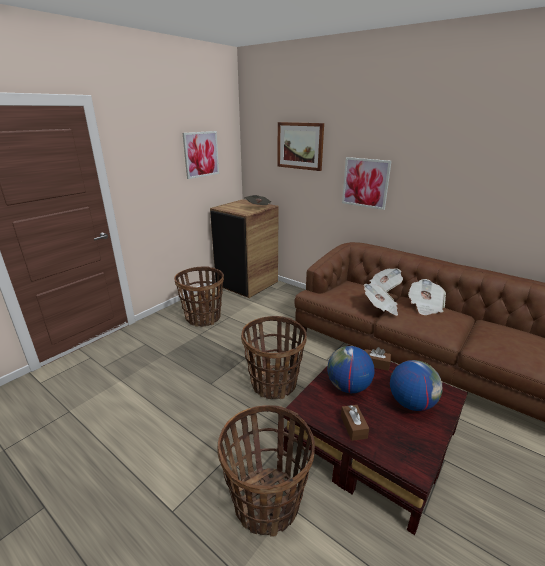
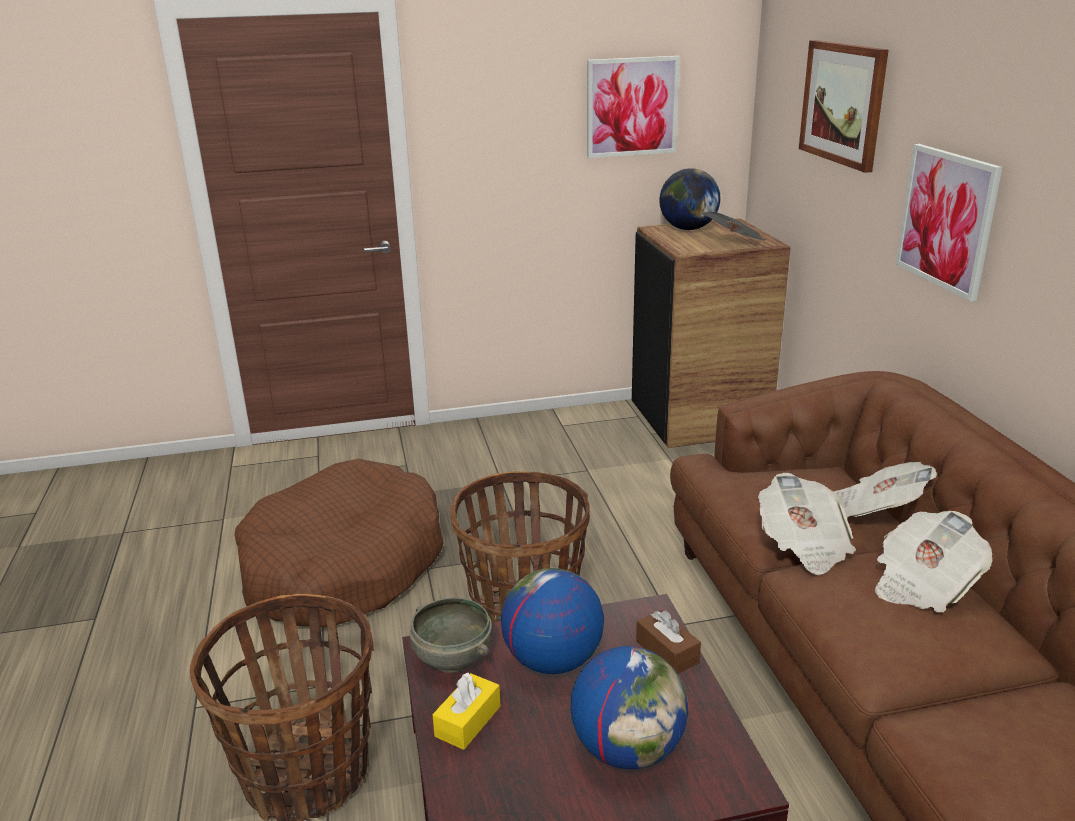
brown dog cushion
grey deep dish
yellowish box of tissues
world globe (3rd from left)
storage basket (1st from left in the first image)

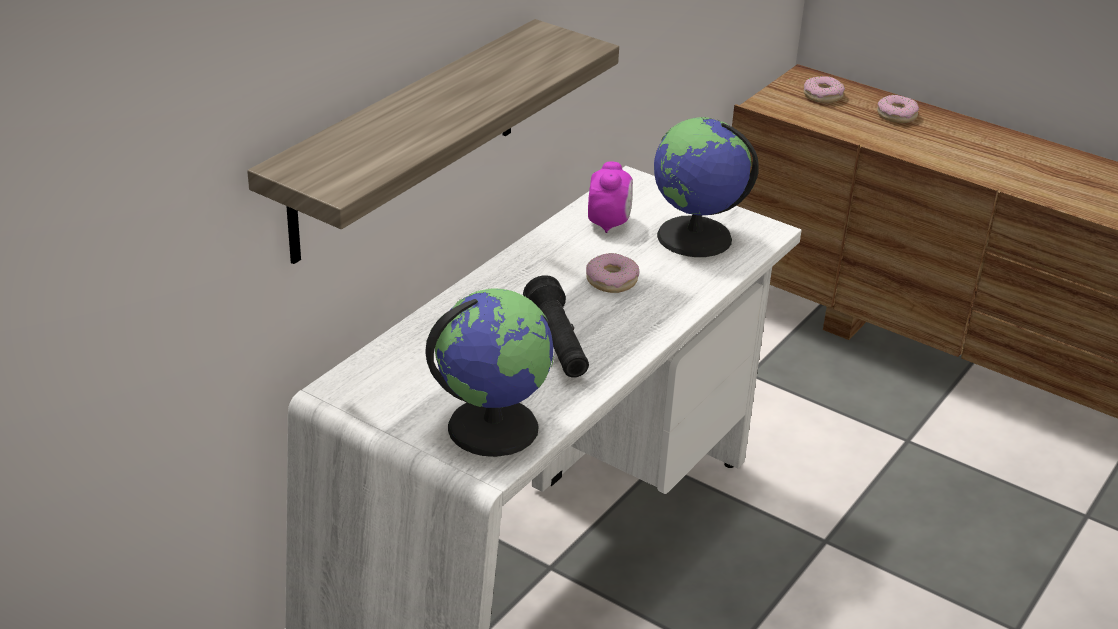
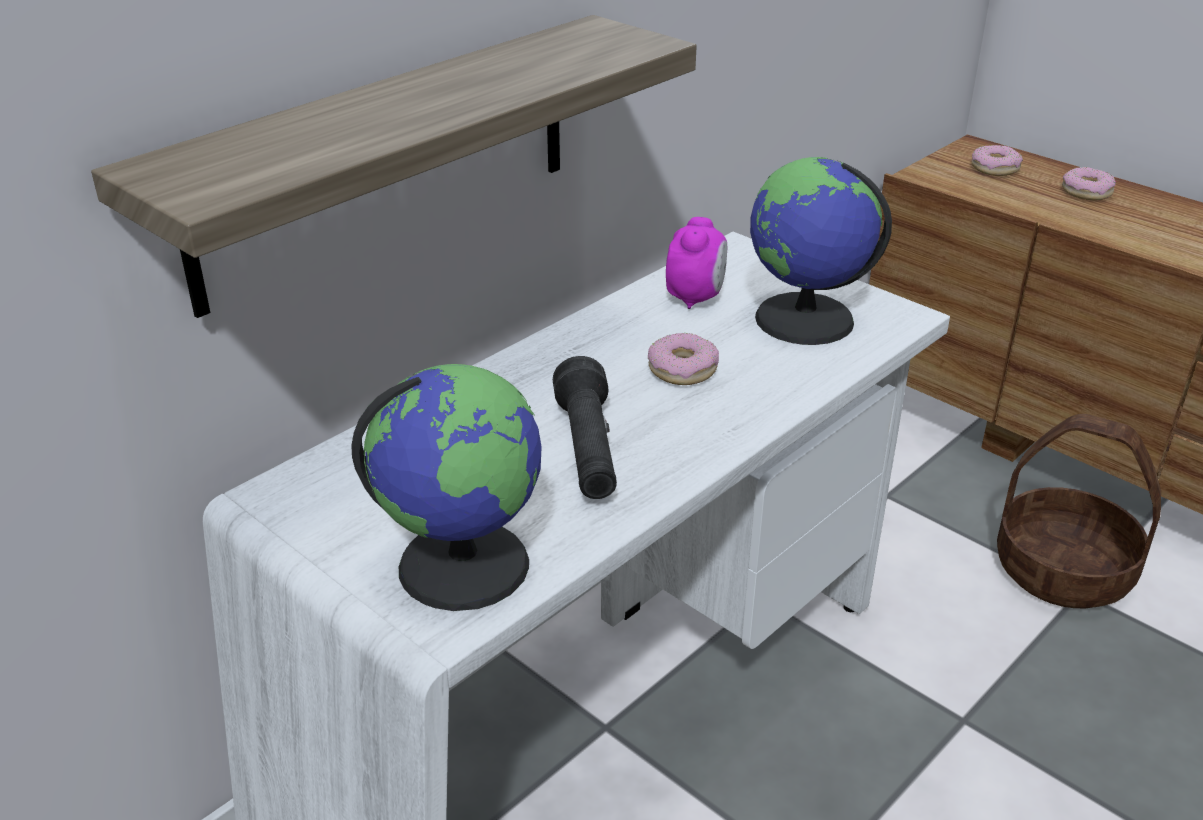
storage basket

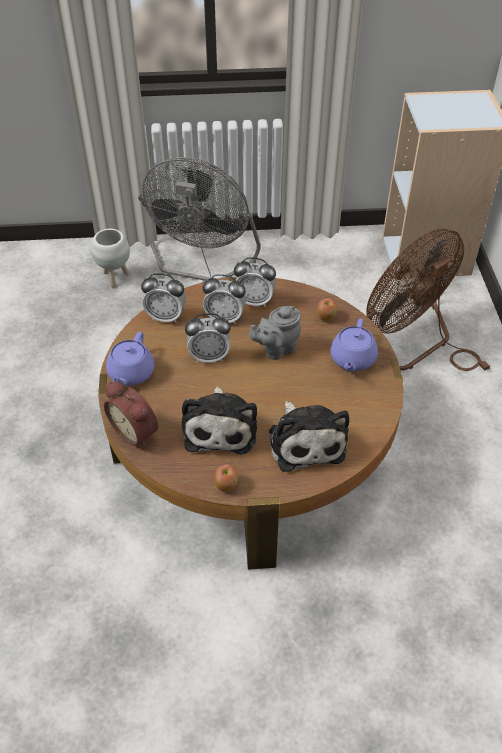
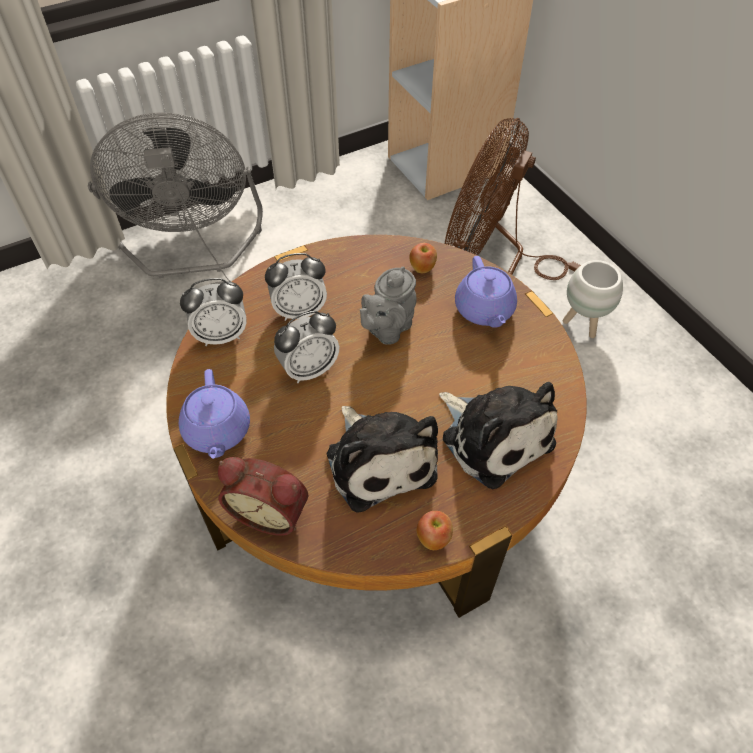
white-coloured planter
alarm clock (5th from left in the first image)

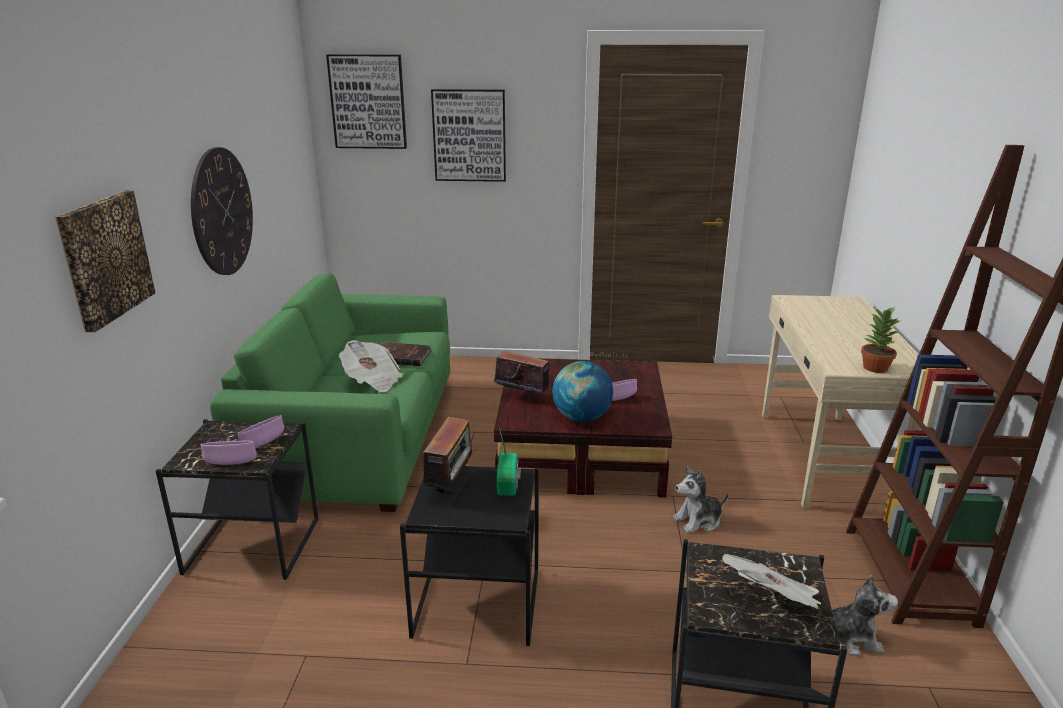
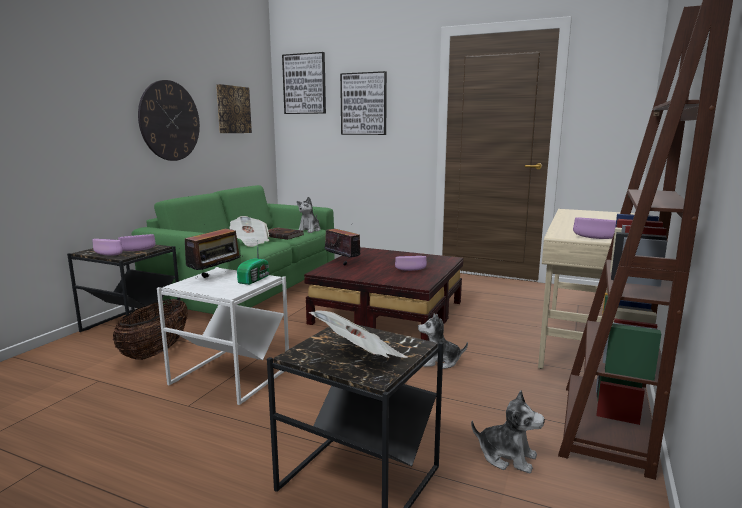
storage basket
white-coloured side table
picture (1st from left)
cuddly toy (1st from left)
purple deep dish (4th from left)
world globe

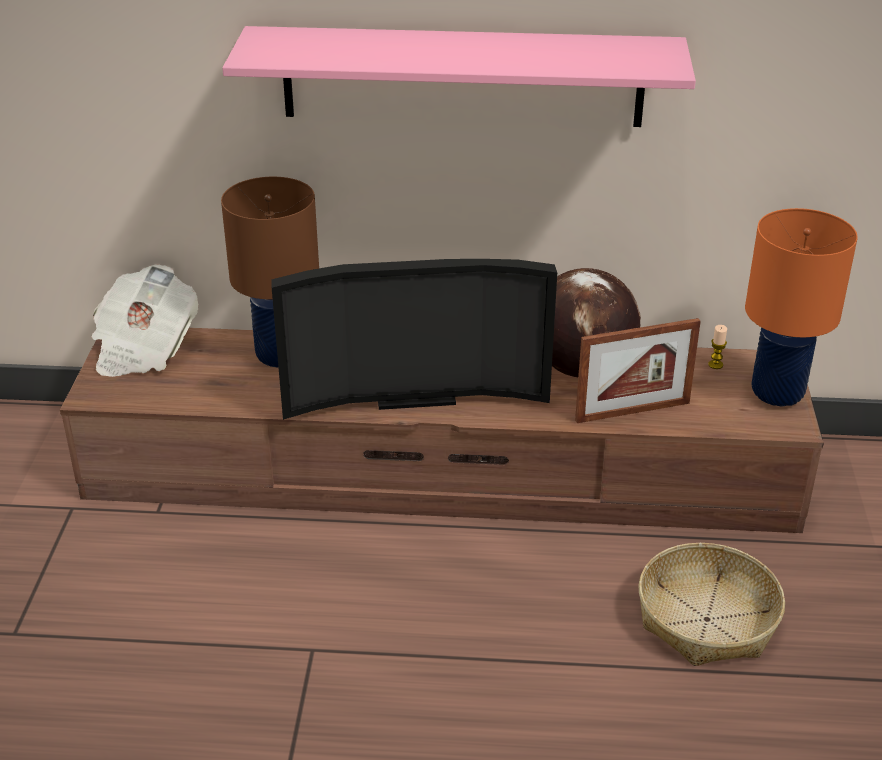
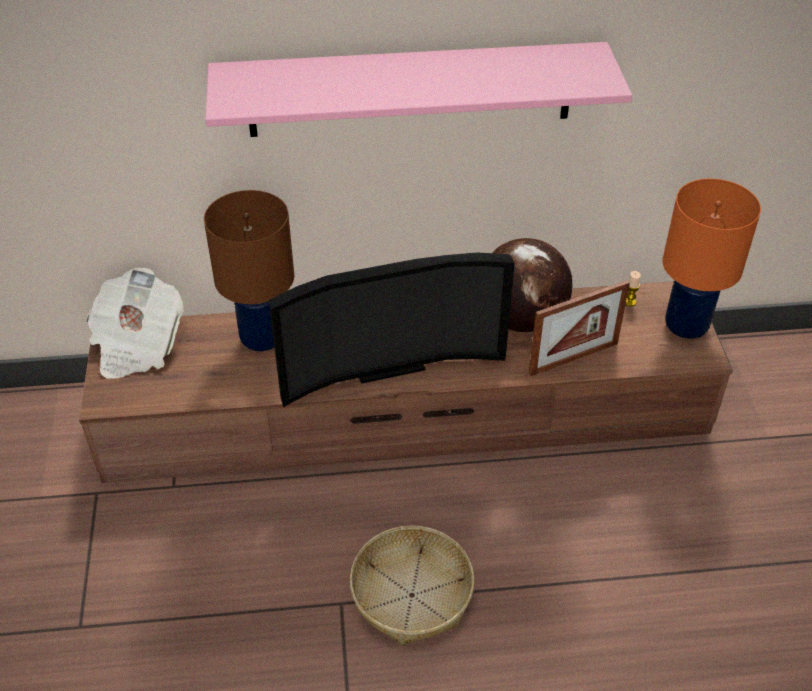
storage basket

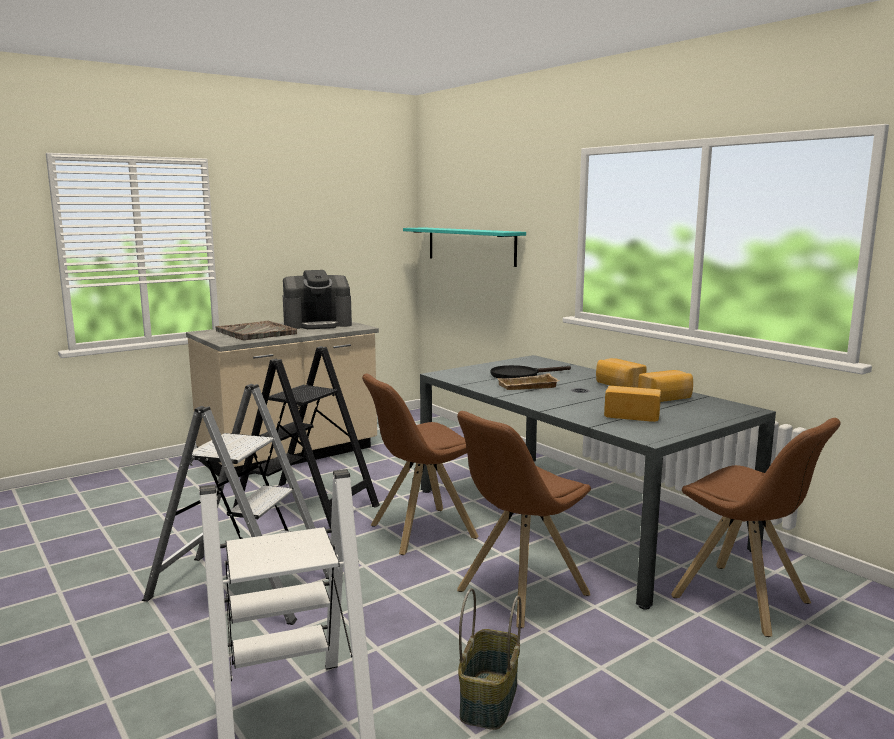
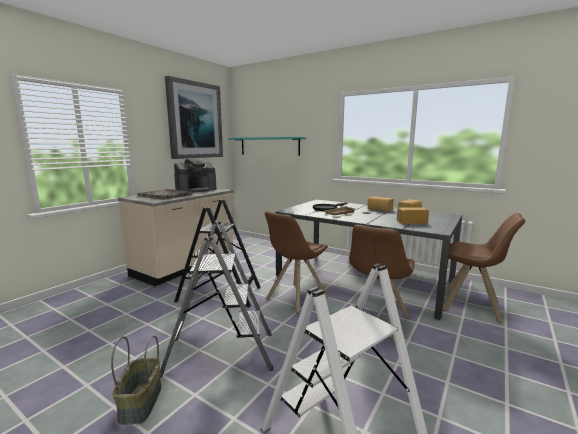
storage basket
picture

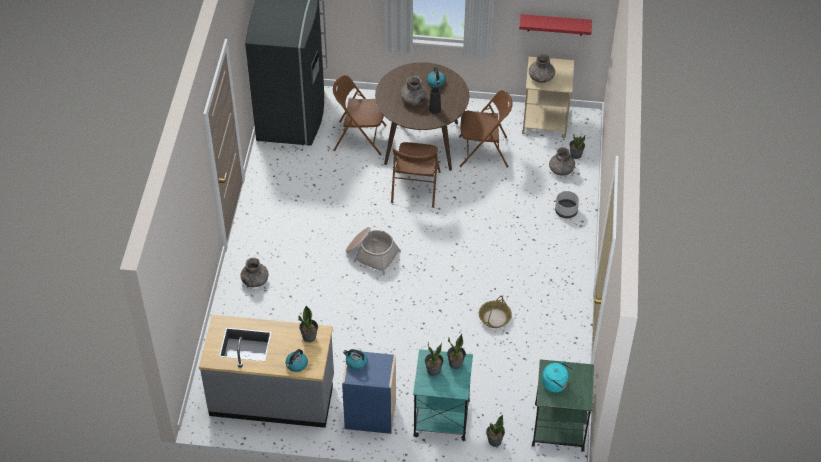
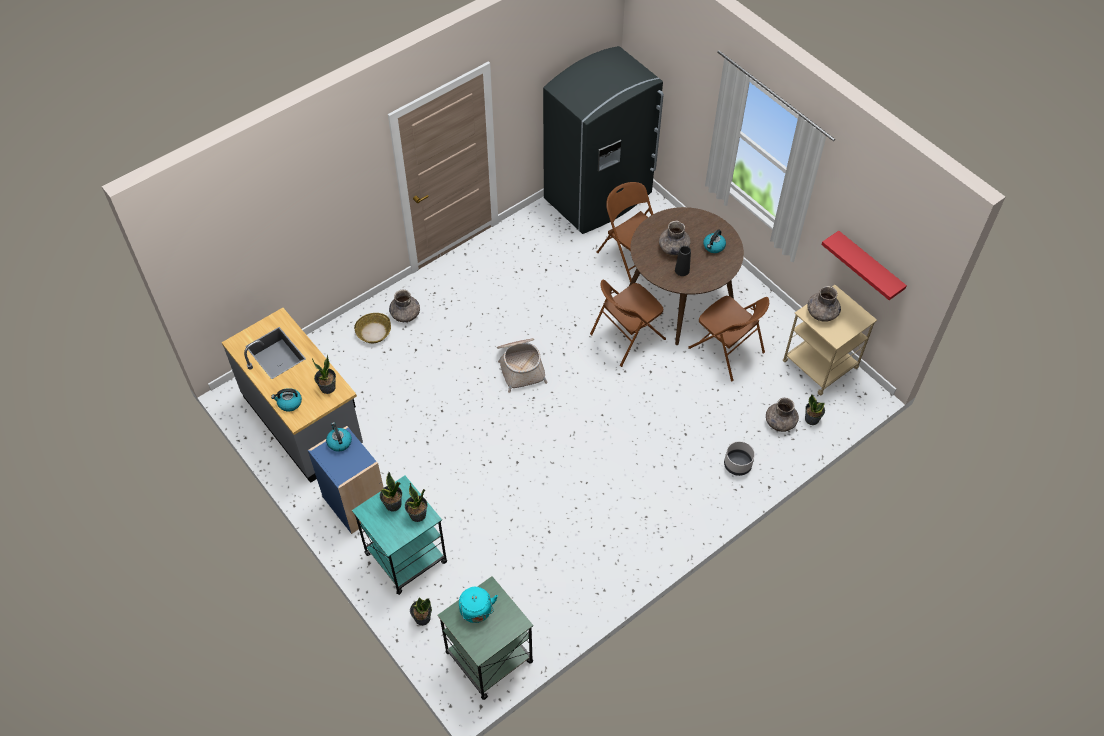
storage basket (1st from left)

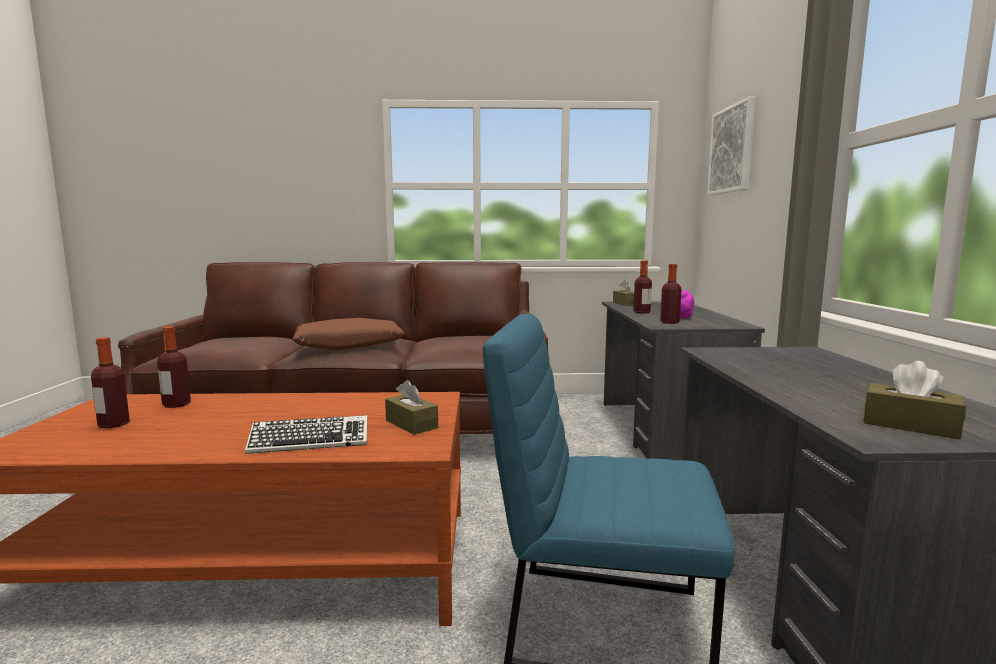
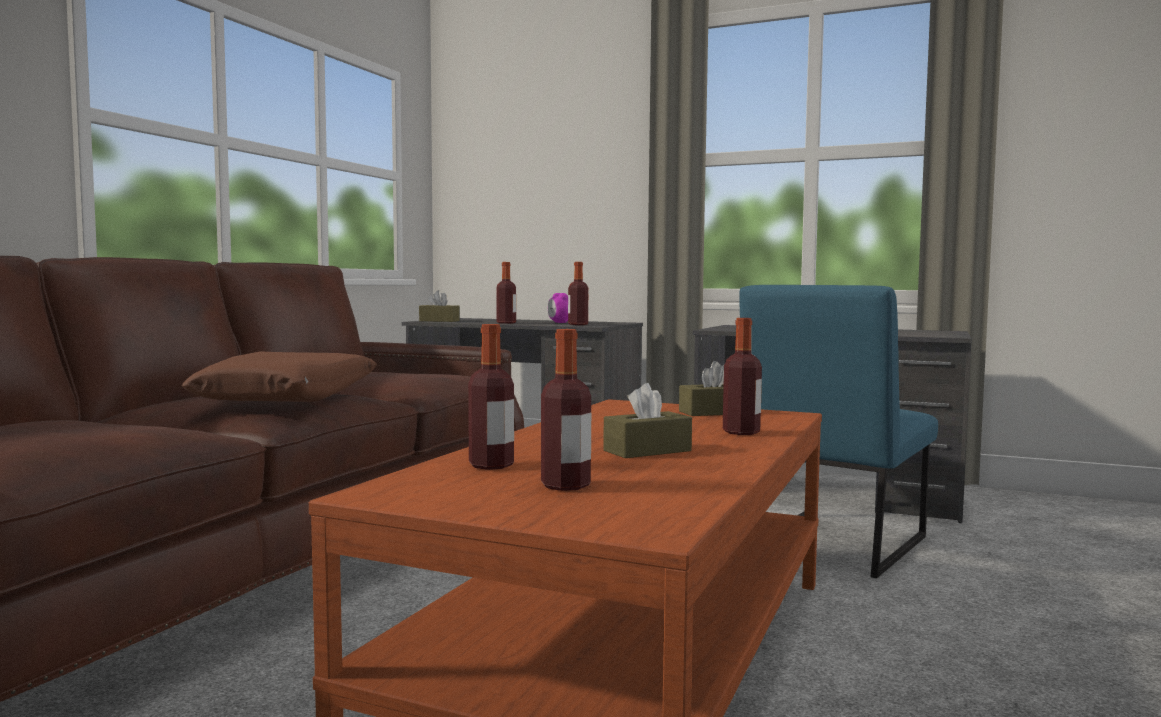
brown box of tissues (2nd from left)
drink bottle (5th from left)
picture

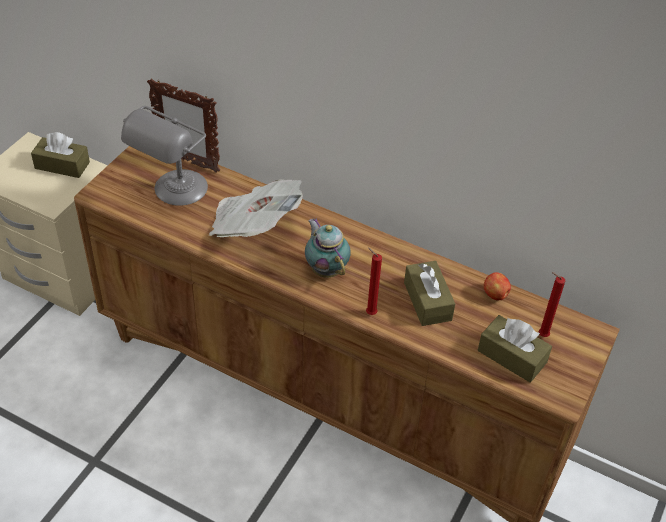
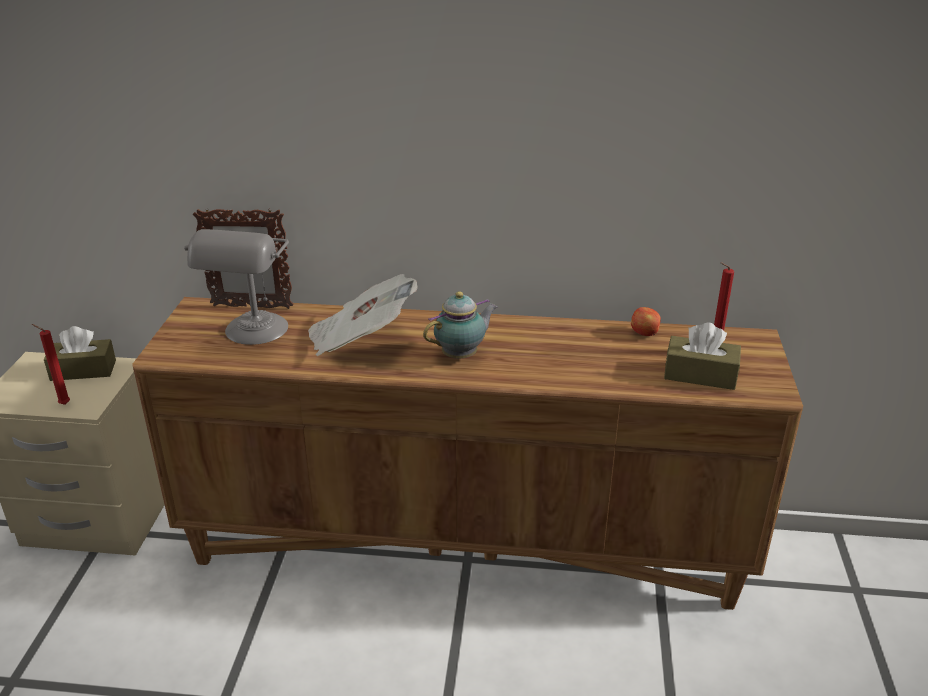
red wax candle (1st from left)
teapot
brown box of tissues (2nd from left in the first image)

